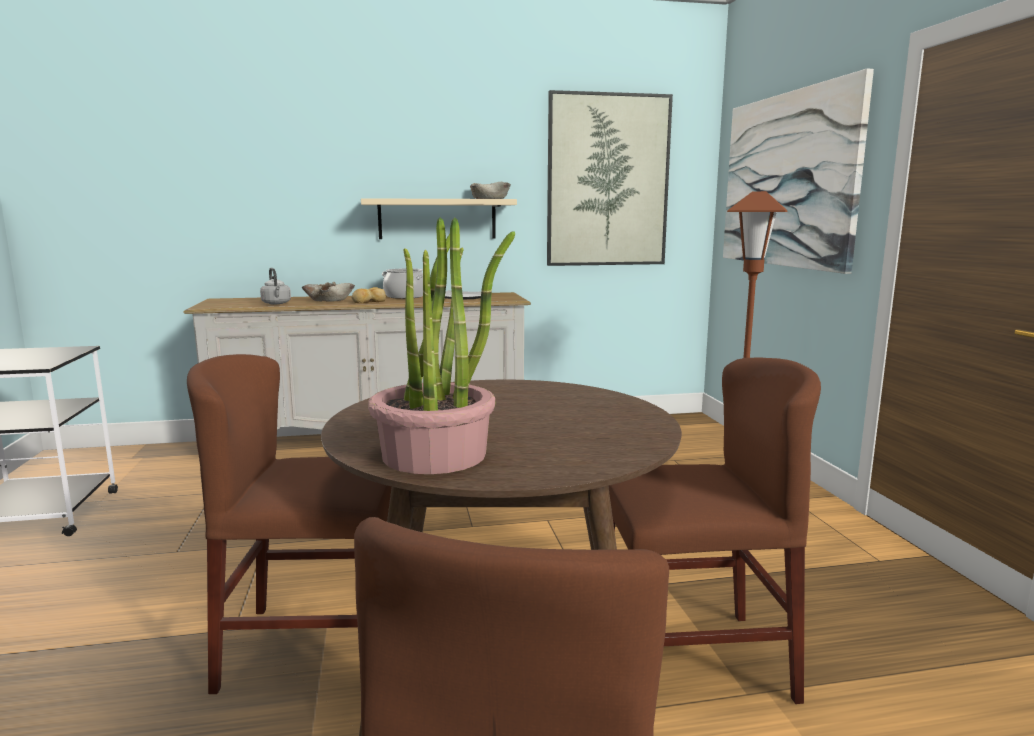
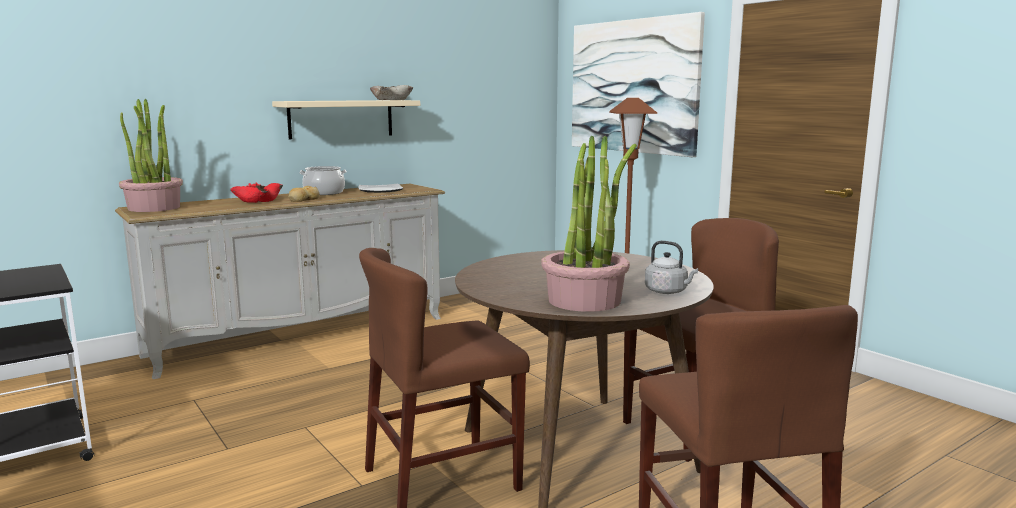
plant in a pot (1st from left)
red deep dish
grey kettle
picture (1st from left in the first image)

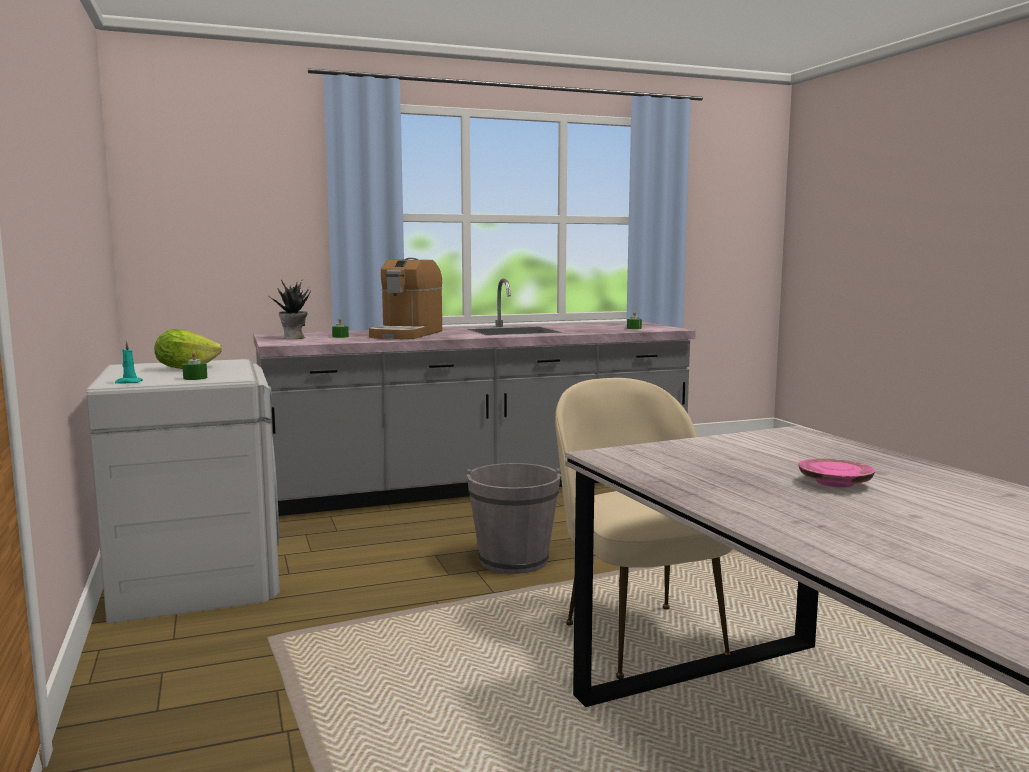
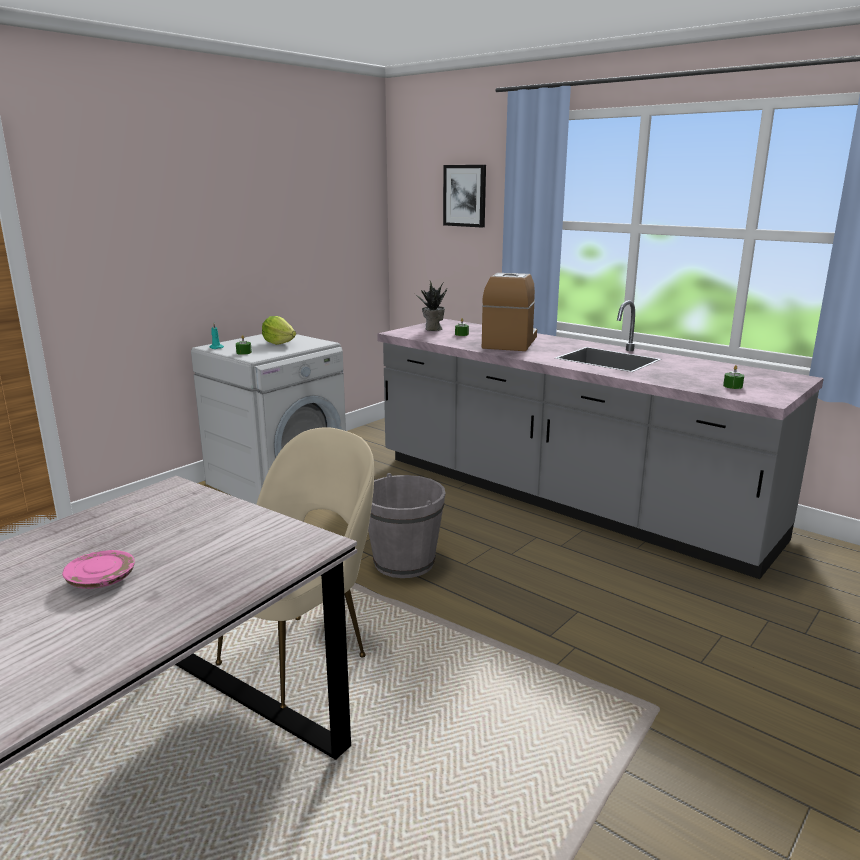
picture
coffee brewer

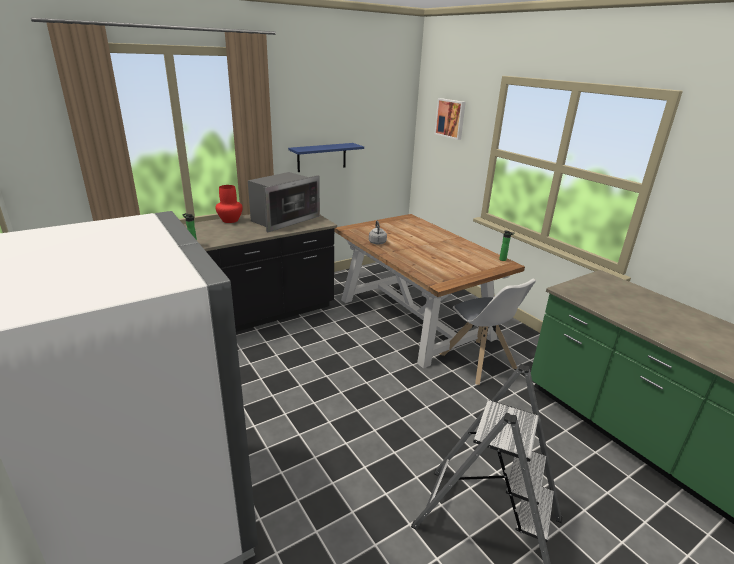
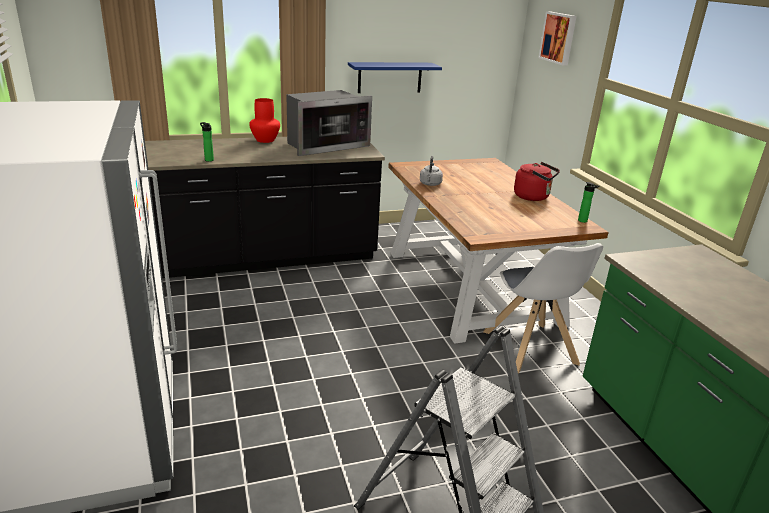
red kettle

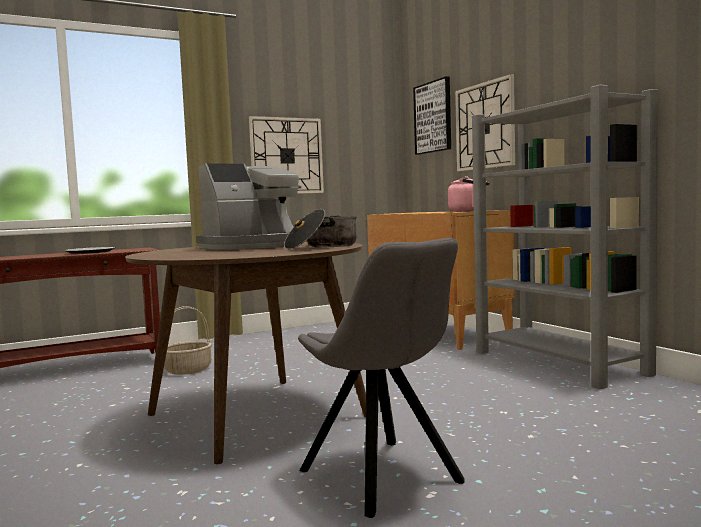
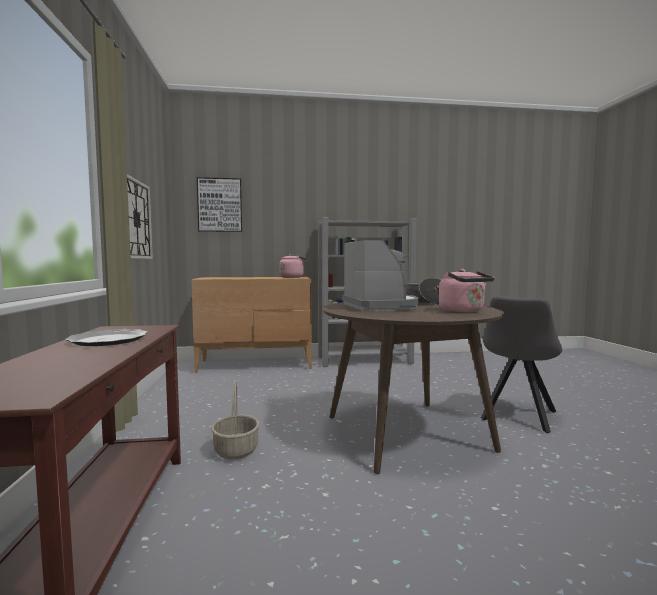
pink kettle (2nd from left)
grey upright chair
hanging clock (2nd from left in the first image)

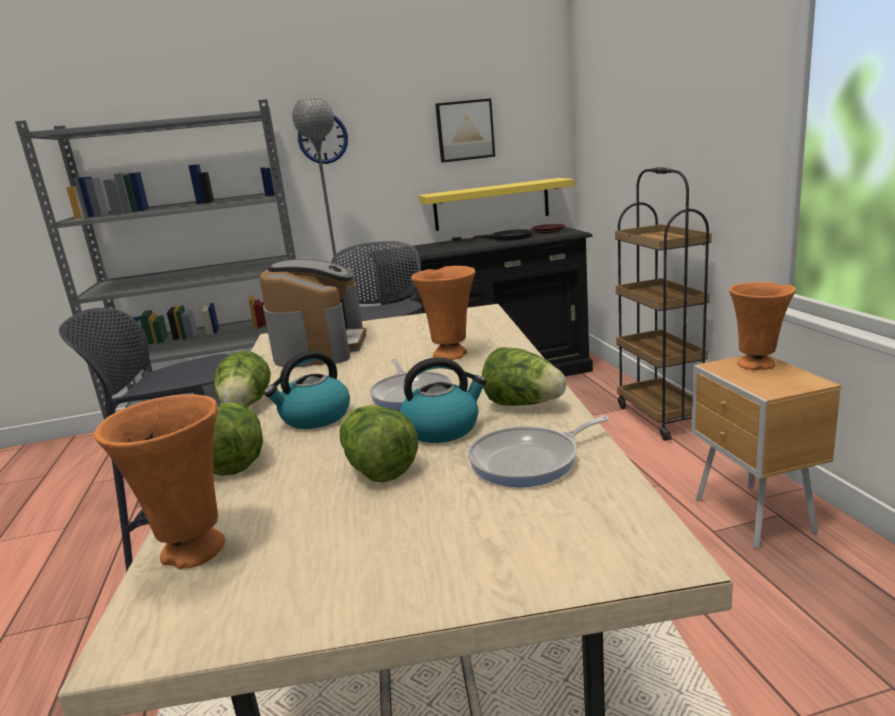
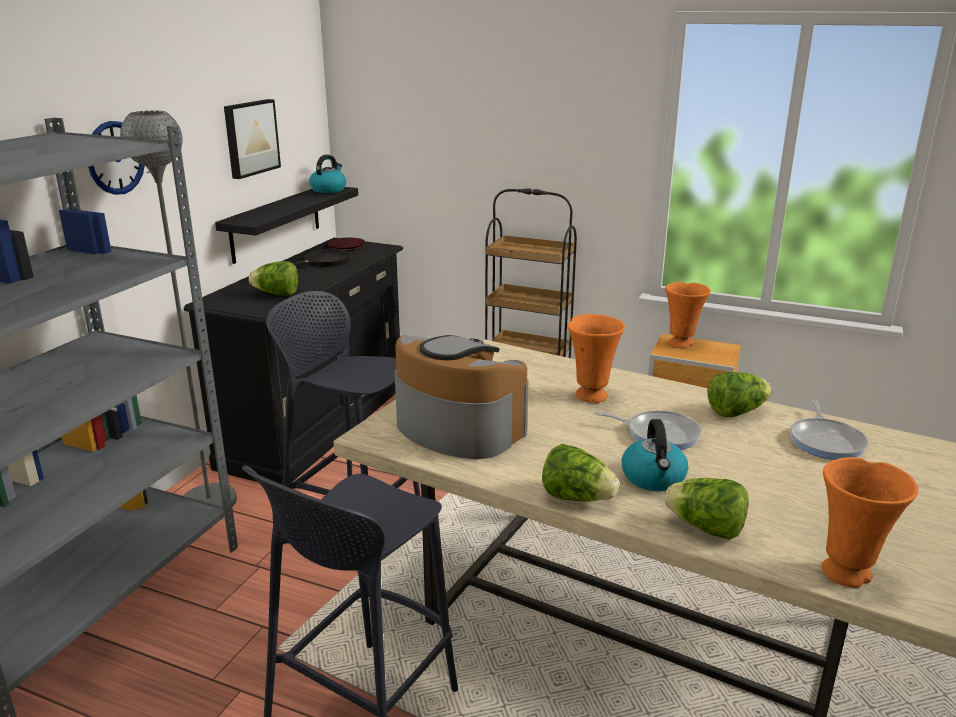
blackish bracket shelf
lettuce head (1st from left)
kettle (1st from left)

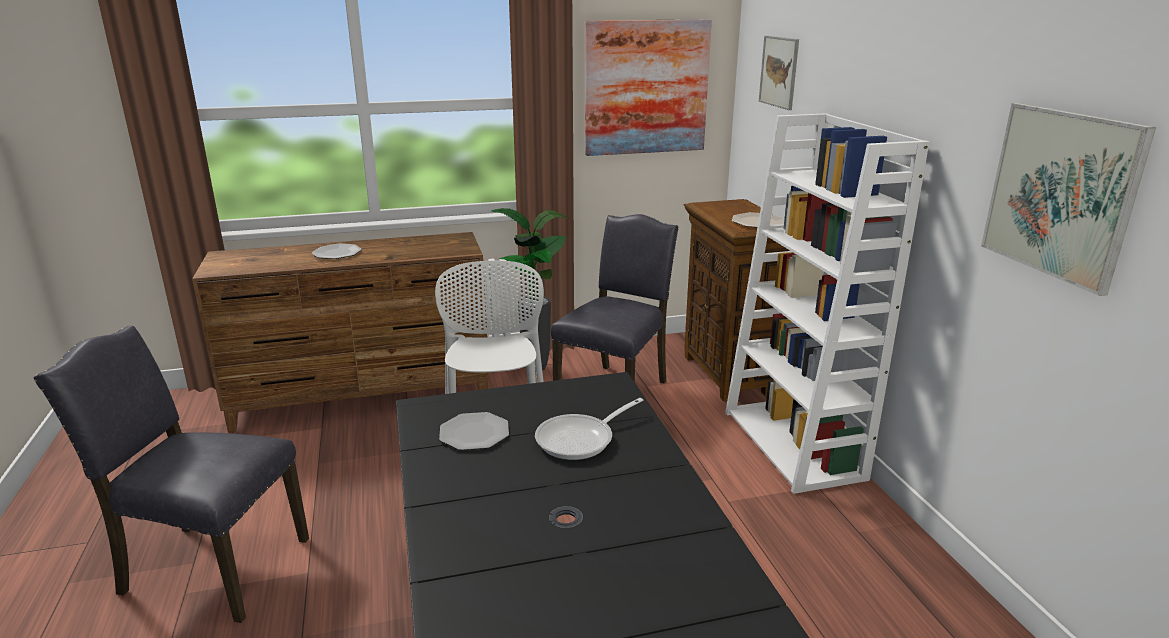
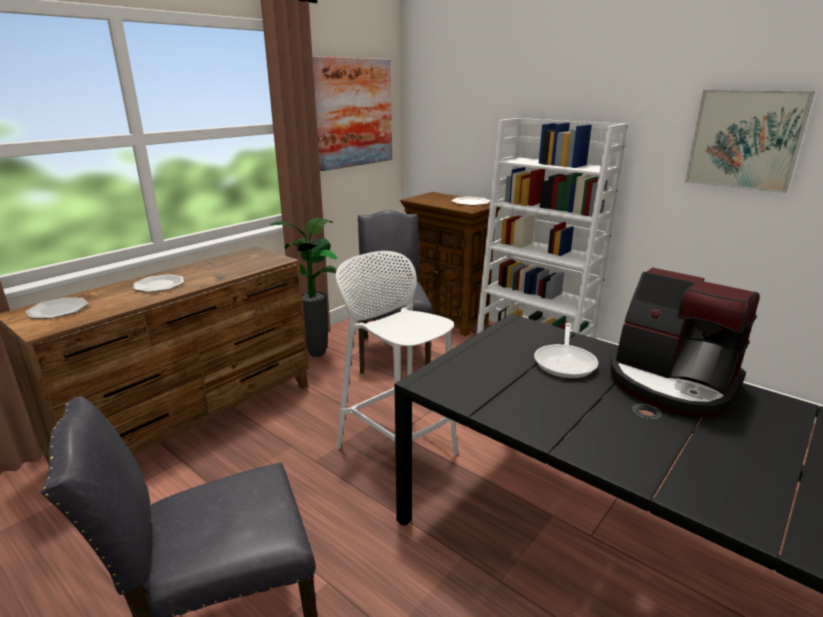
flat dish (1st from left)
coffee brewer
picture (2nd from left in the first image)

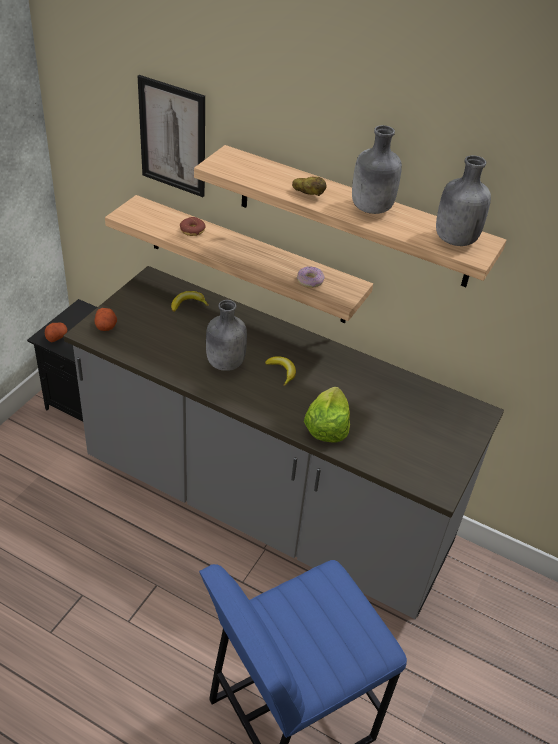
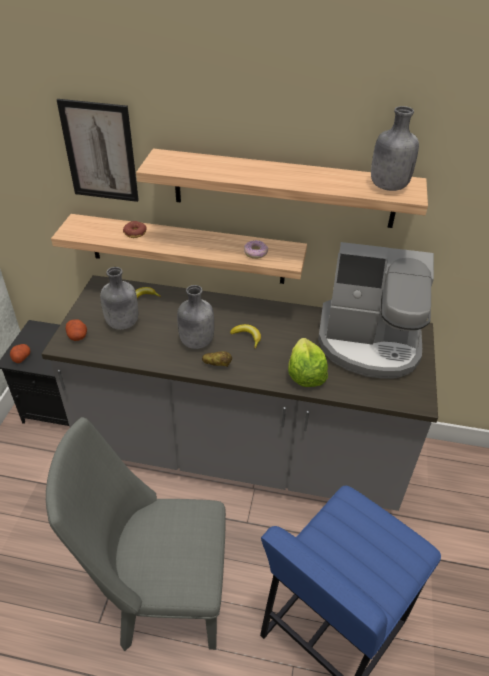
grey upright chair
grey drink bottle (1st from left)
potato (3rd from left)
coffee brewer

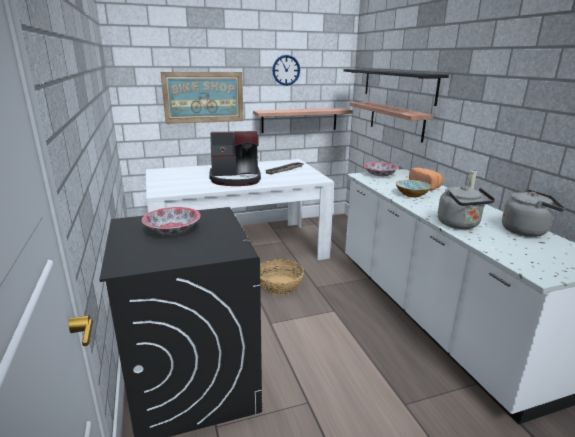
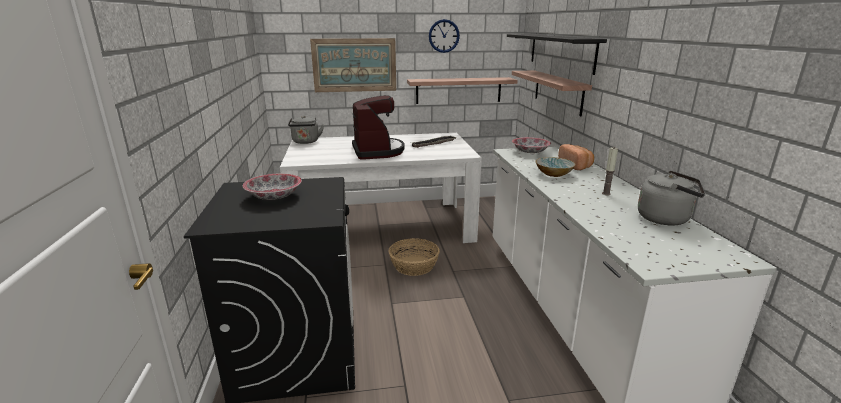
grey kettle (1st from left)
coffee brewer

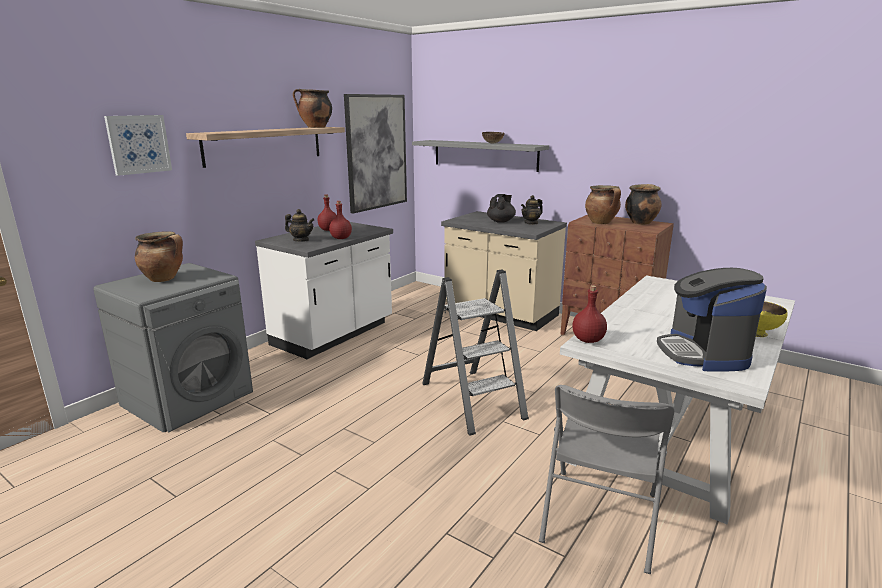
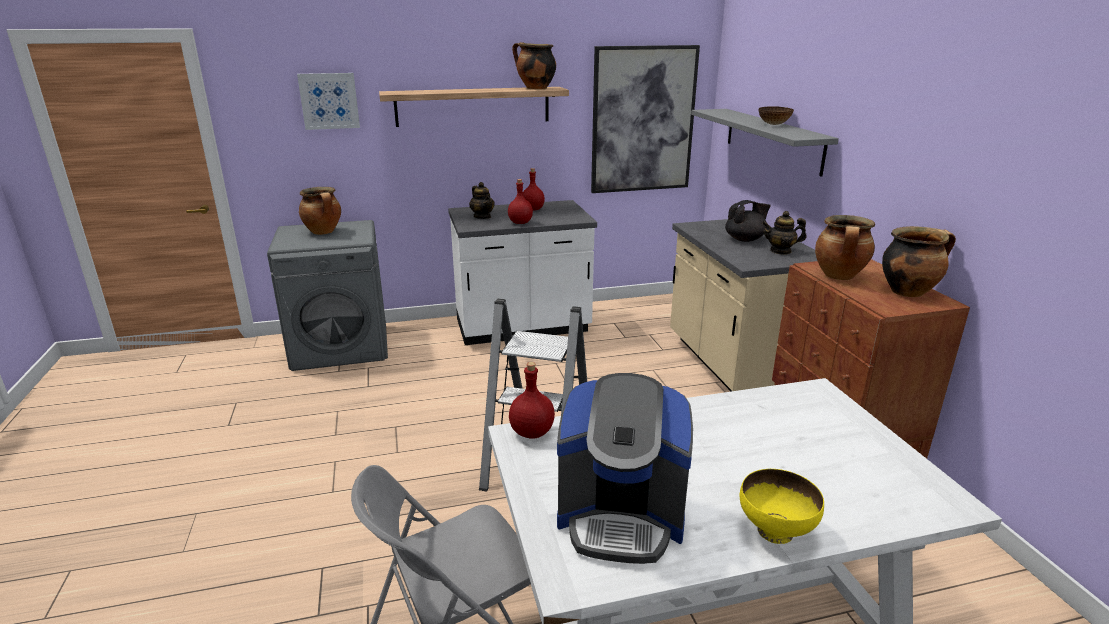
coffee brewer

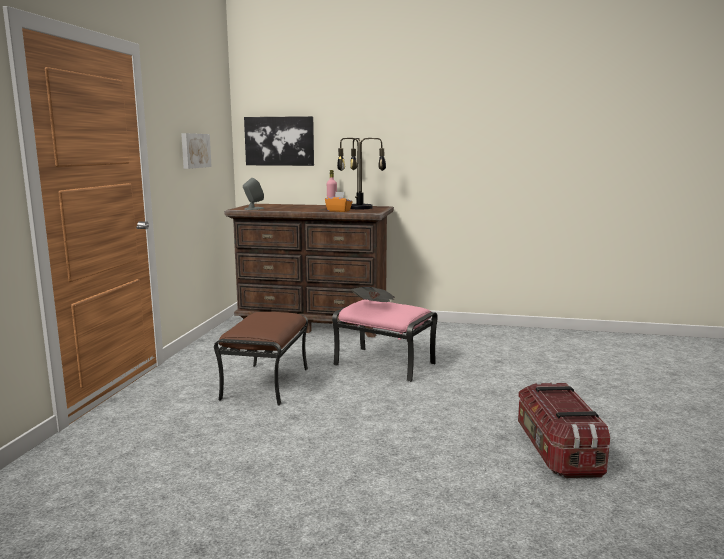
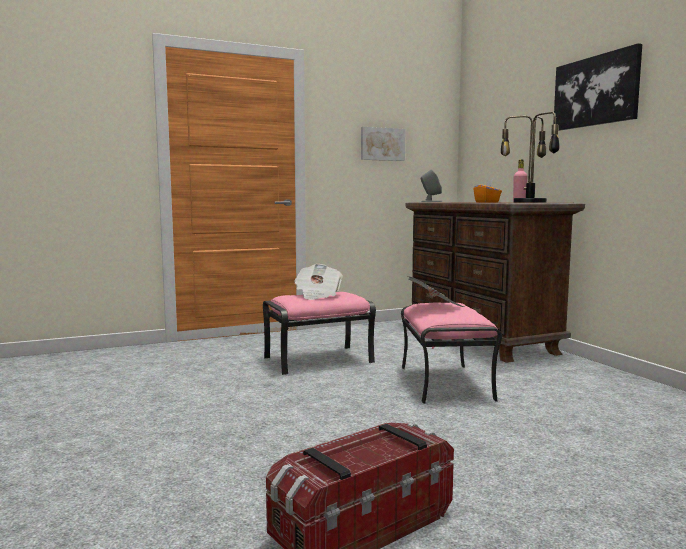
pink ottoman (1st from left)
printed paper (1st from left)
picture (2nd from left)

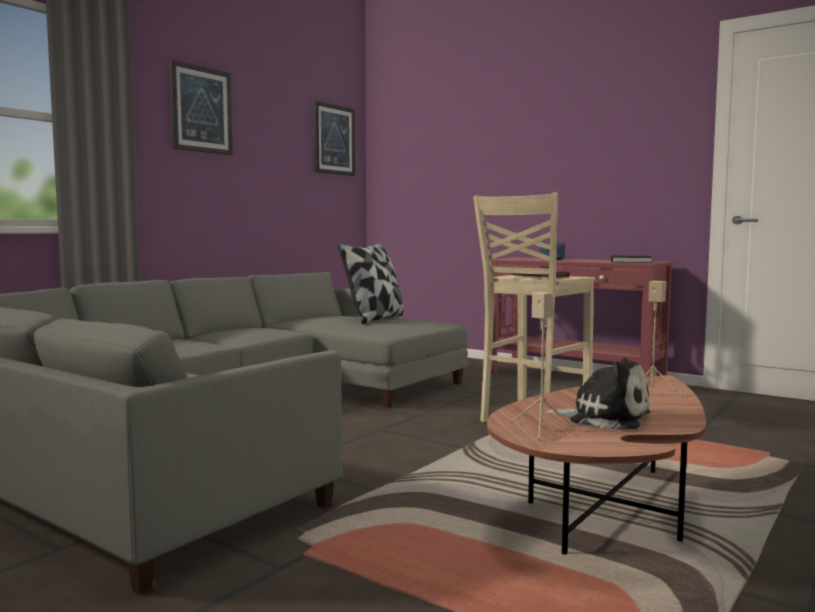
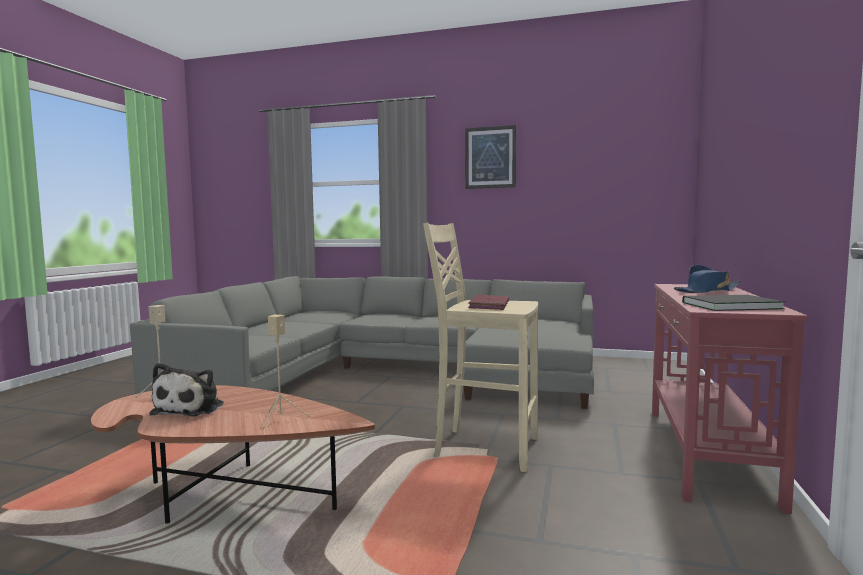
picture (2nd from left in the first image)
throw pillow

